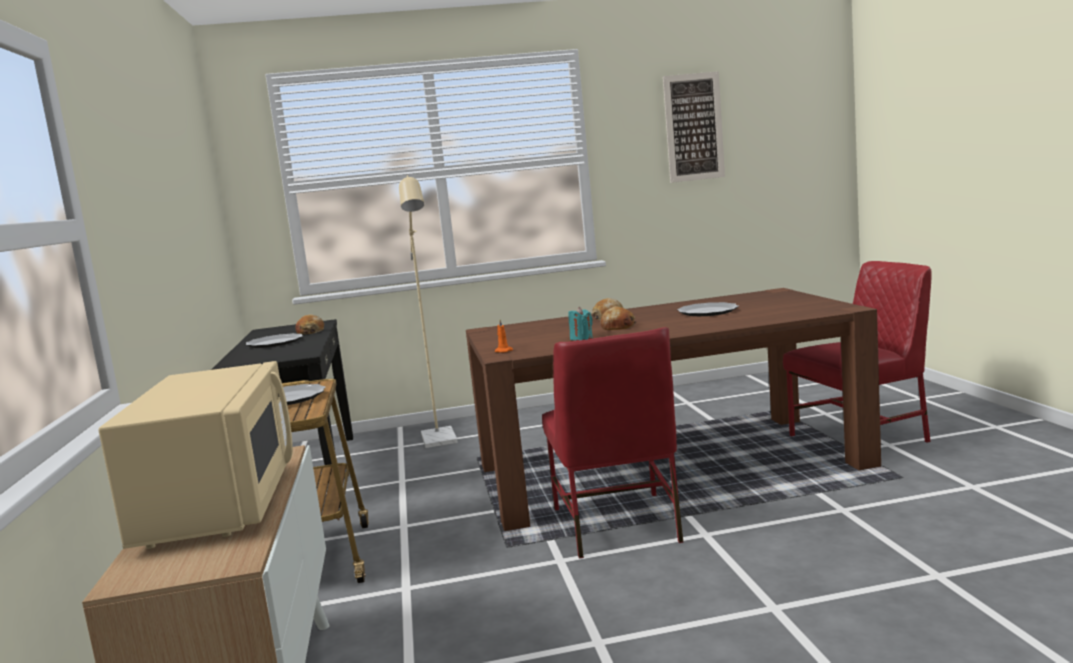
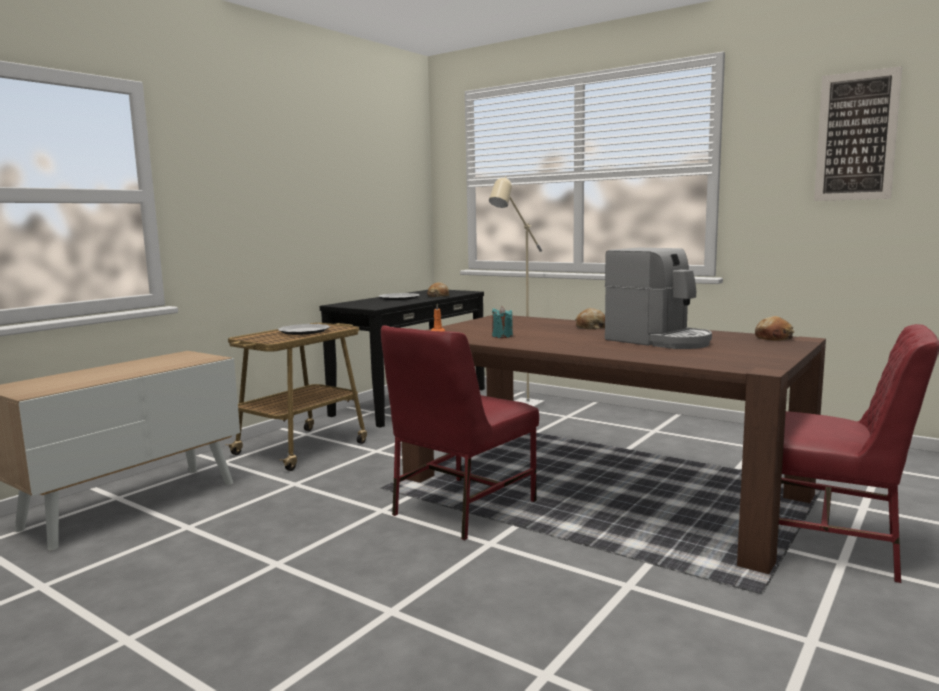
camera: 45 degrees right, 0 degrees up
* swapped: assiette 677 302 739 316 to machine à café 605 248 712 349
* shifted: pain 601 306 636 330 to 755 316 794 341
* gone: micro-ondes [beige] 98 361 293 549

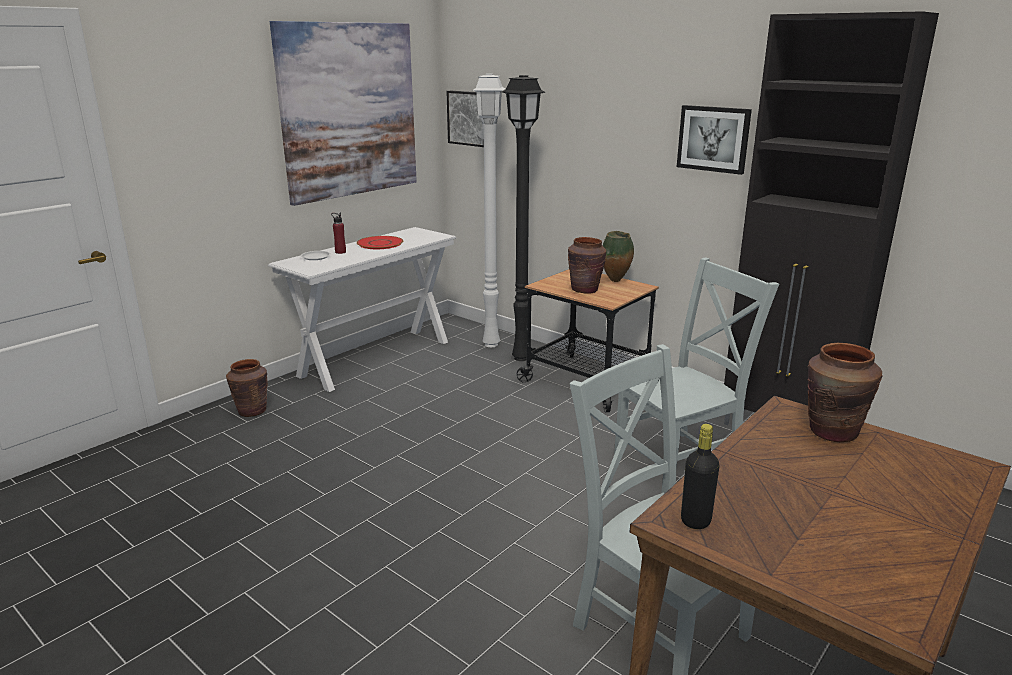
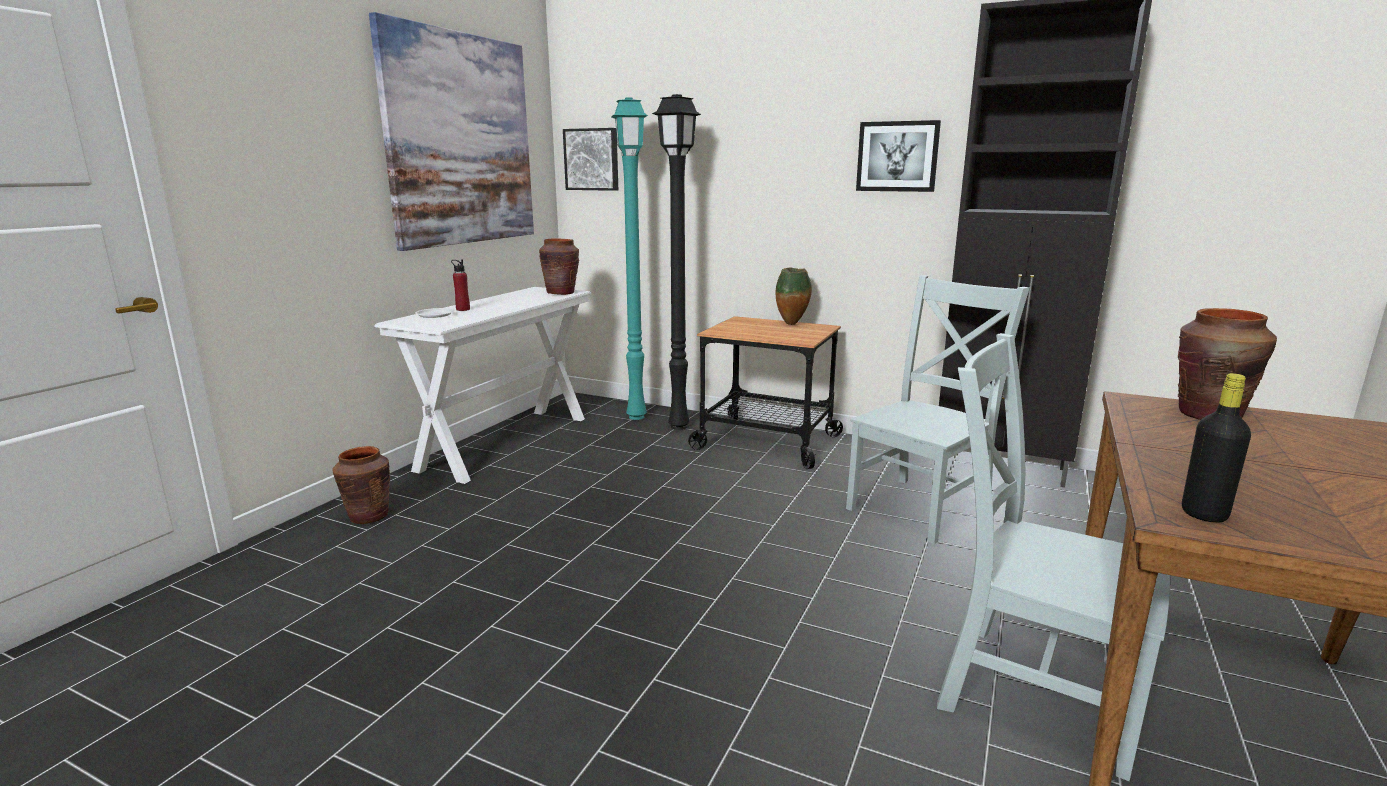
camera: 15 degrees left, 5 degrees down
* shifted: vase [marron] 568 237 606 294 to 539 238 579 295
* repainted: lampadaire [blanc] 473 73 505 347 to lampadaire [turquoise] 612 98 648 420
* gone: assiette [rouge] 357 236 403 249

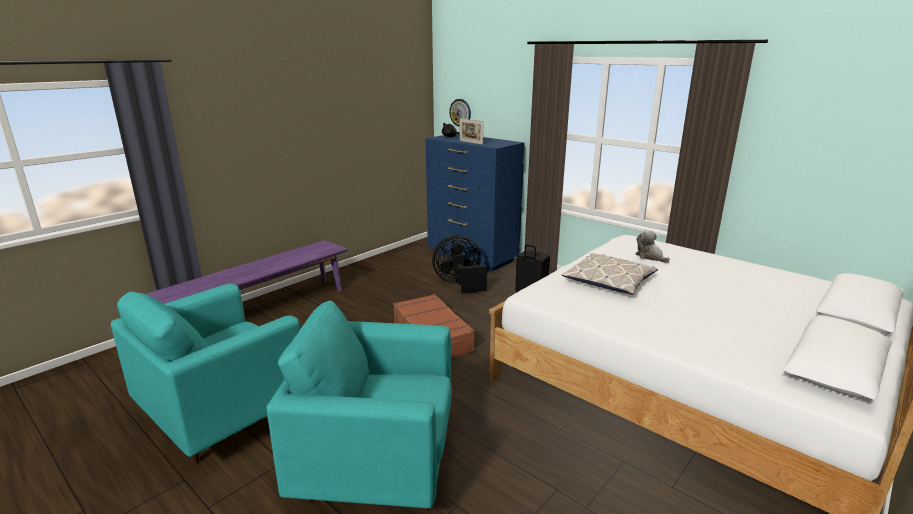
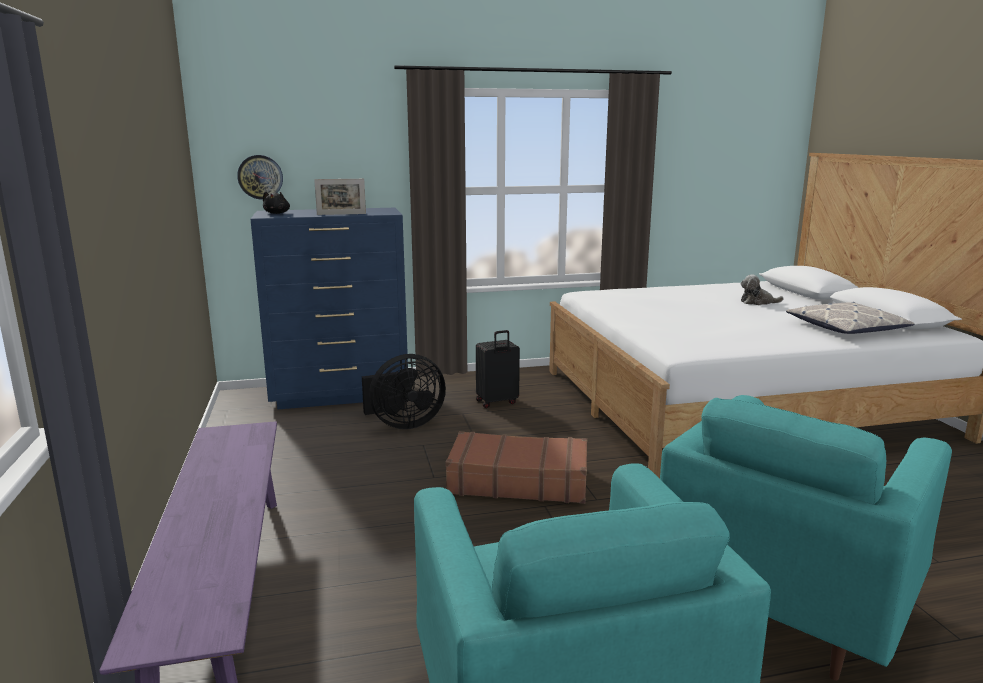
camera: 55 degrees left, 5 degrees down
* rotated: ventilateur [noir] 432 235 487 294 = 362 354 446 429 135 degrees counterclockwise
* shifted: peluche 635 230 670 263 to 741 275 784 305
* shifted: coussin 562 253 658 294 to 786 302 915 334

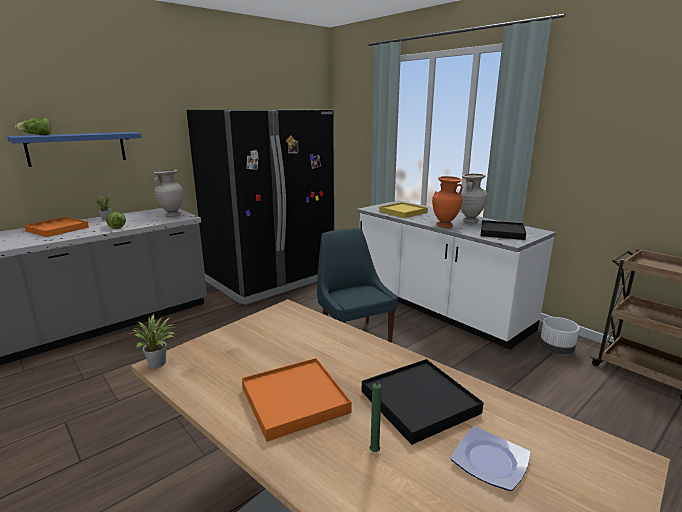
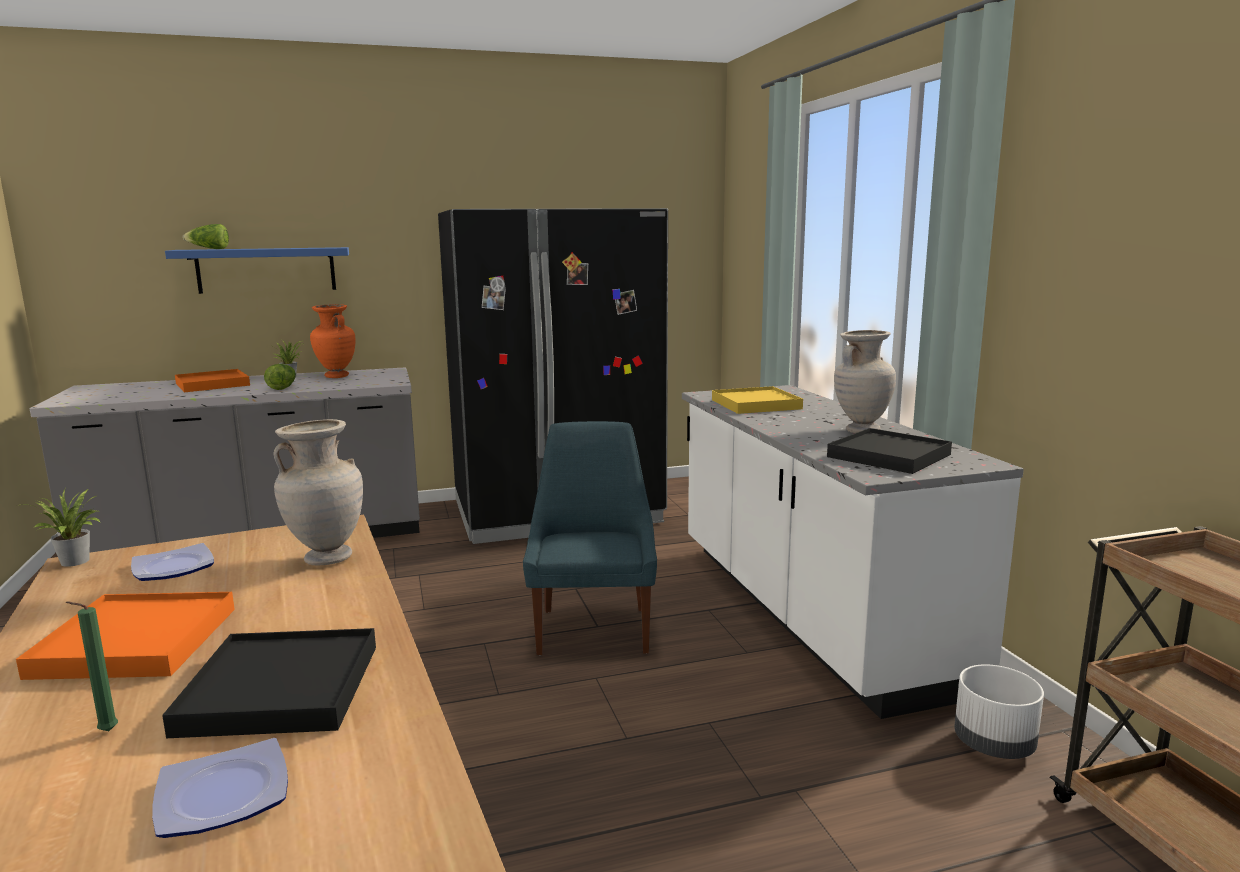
camera: 25 degrees right, 5 degrees down
* new: assiette 131 543 214 581
* shifted: vase [beige] 154 170 184 217 to 273 419 363 566
* shifted: vase [orange] 432 176 463 228 to 310 304 355 378

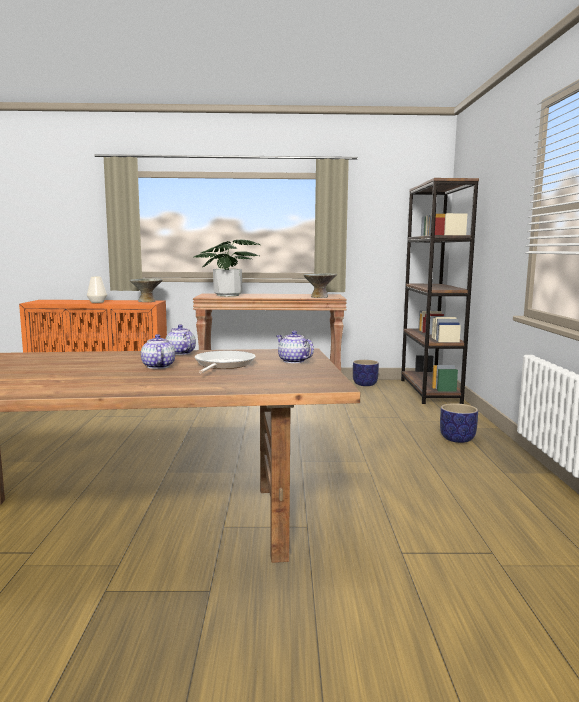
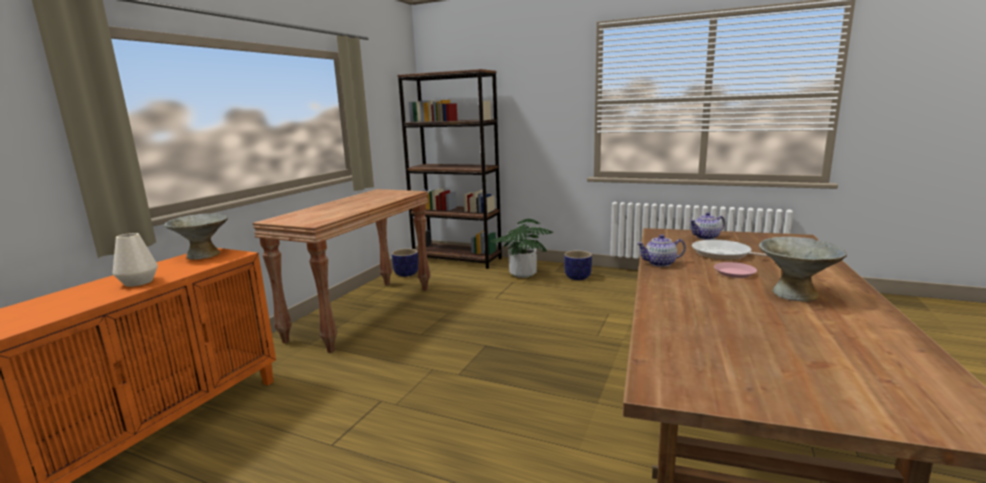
camera: 65 degrees left, 5 degrees up
* shifted: plante en pot 193 240 261 296 to 490 219 554 278
* swapped: théière 141 334 175 369 to assiette [rose] 714 262 757 278
* shifted: bol [gris] 304 274 337 298 to 759 237 847 302

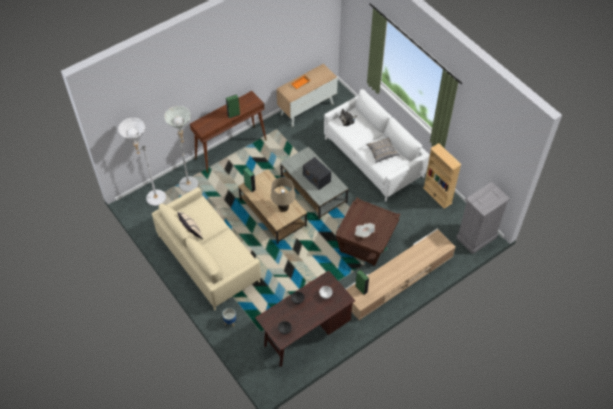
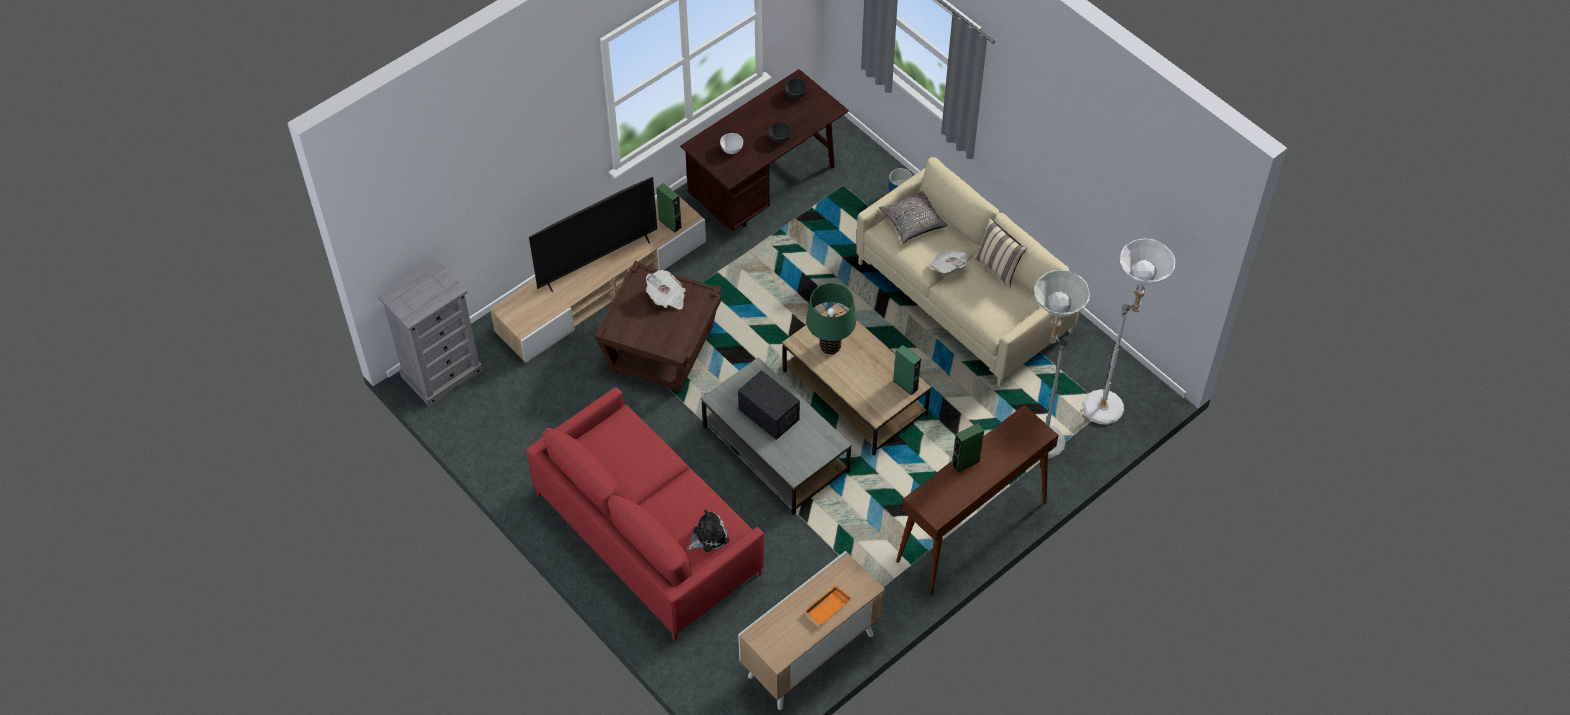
camera: 175 degrees right, 0 degrees up
* repainted: canapé [blanc] 324 89 430 201 to canapé [rouge] 526 387 764 641
* new: téléviseur 529 177 657 292
* repainted: lampe de table [beige] 271 177 295 212 to lampe de table [vert] 806 283 856 355
* shifted: coussin [gris] 366 138 399 163 to 879 191 948 243
* new: journal 929 251 970 273
* gone: bibliothèque [beige] 423 143 462 209

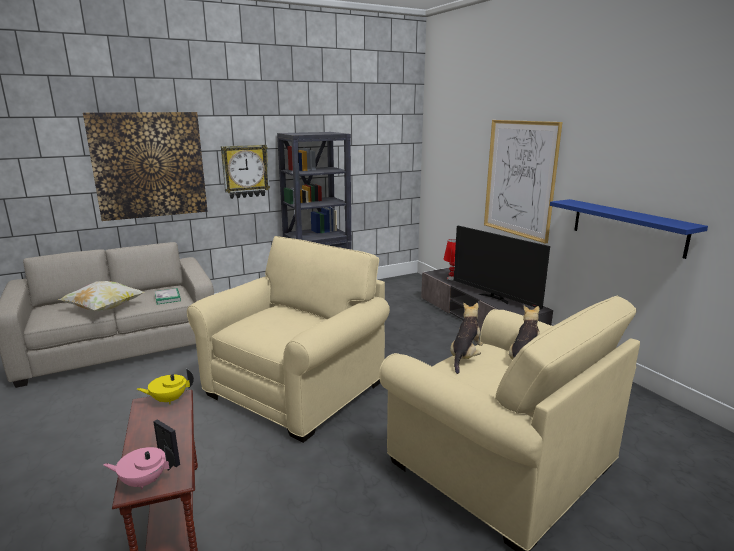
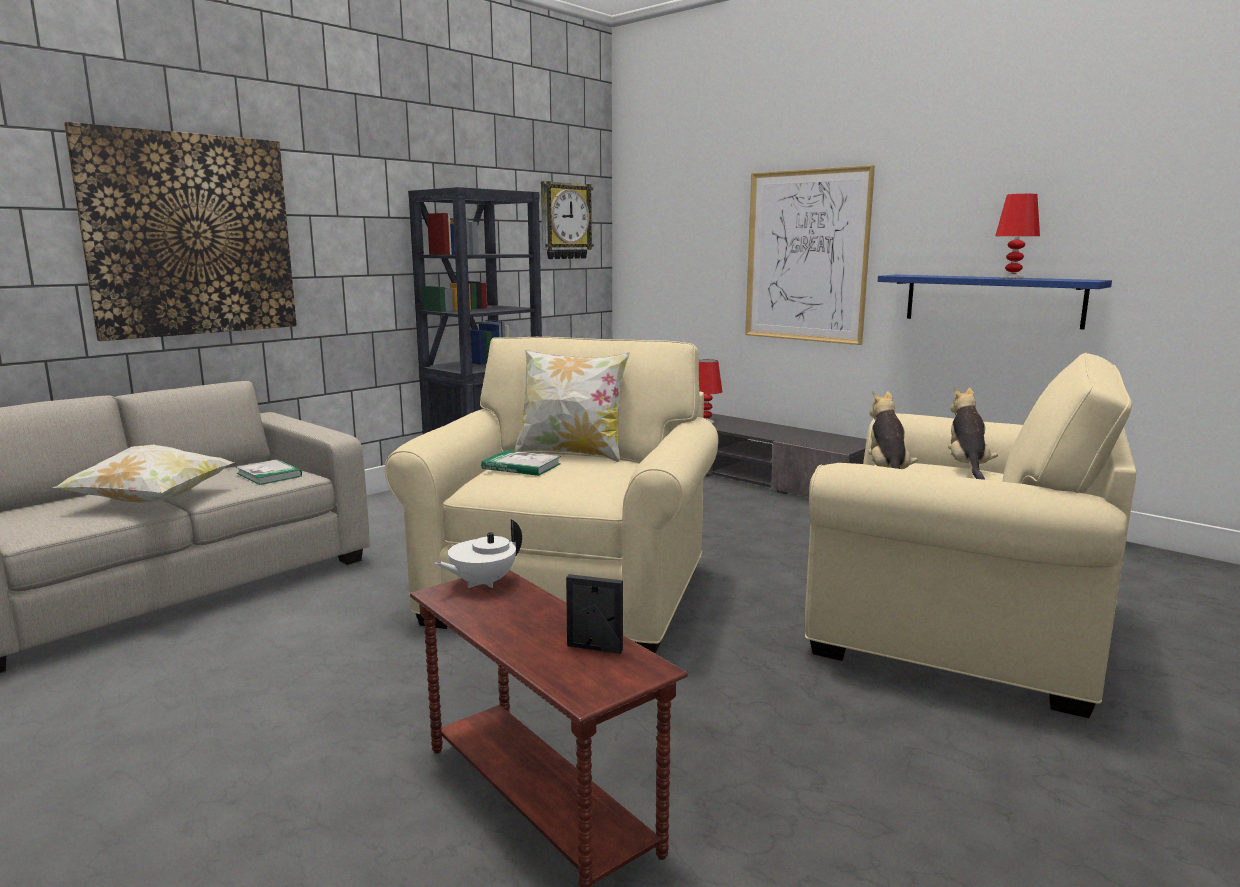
camera: 20 degrees left, 5 degrees down
* repainted: théière [jaune] 137 369 194 404 to théière [blanc] 435 520 522 588
* new: livre 481 450 561 476
* new: coussin 515 350 630 462
* shifted: horloge murale 221 145 270 199 to 541 181 594 259
* new: lampe de table [rouge] 995 194 1040 279
* gone: théière [rose] 103 446 175 489
* gone: téléviseur 454 225 550 309

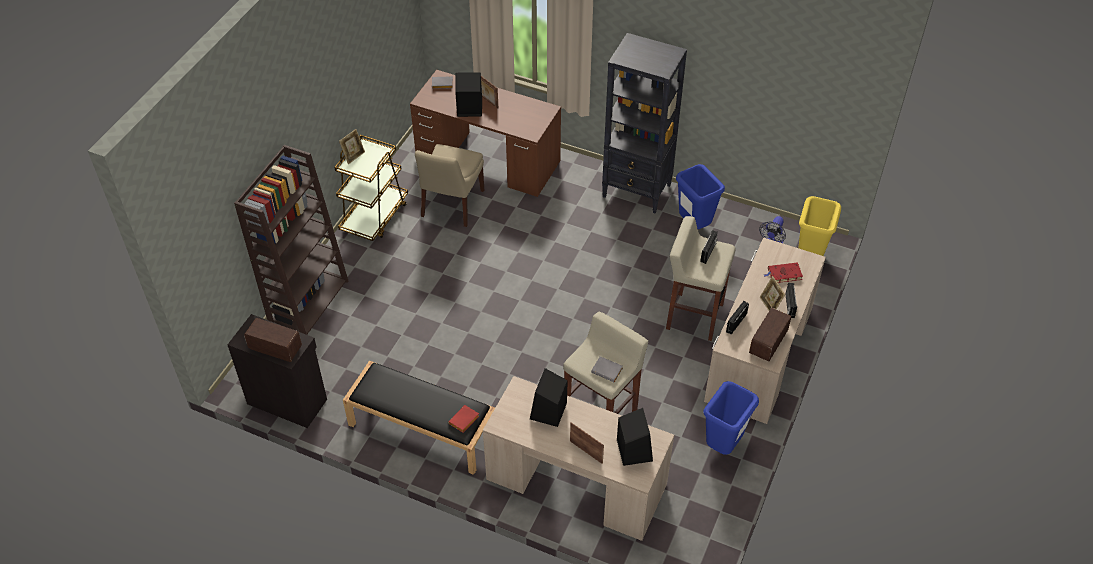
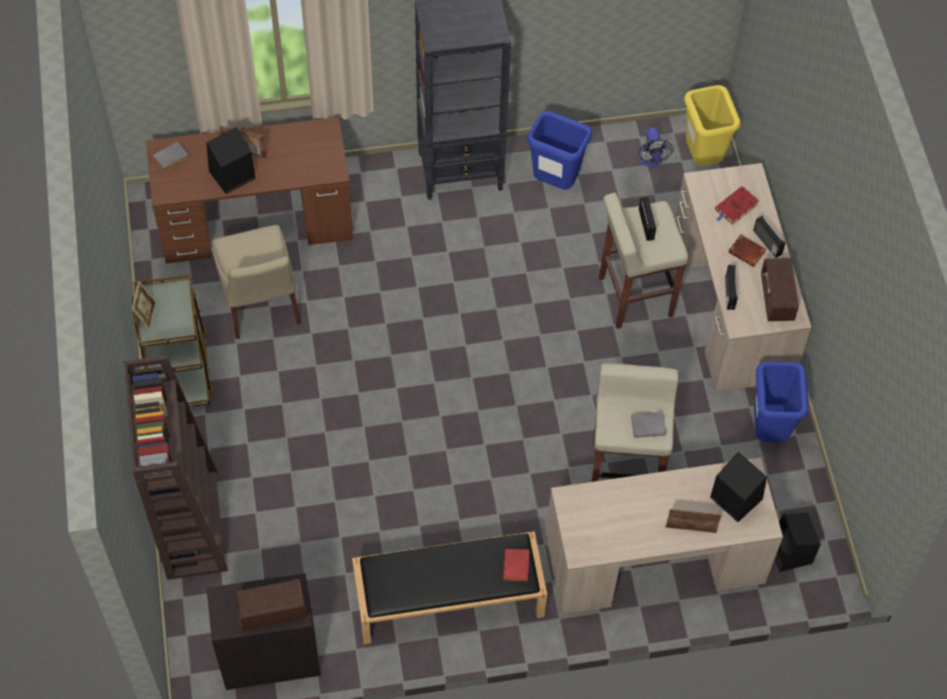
camera: 35 degrees left, 10 degrees up
* swapped: cadre photo 760 276 785 311 to livre [marron] 728 234 766 267
* shifted: enceinte [noir] 530 368 568 427 to 775 513 821 572

